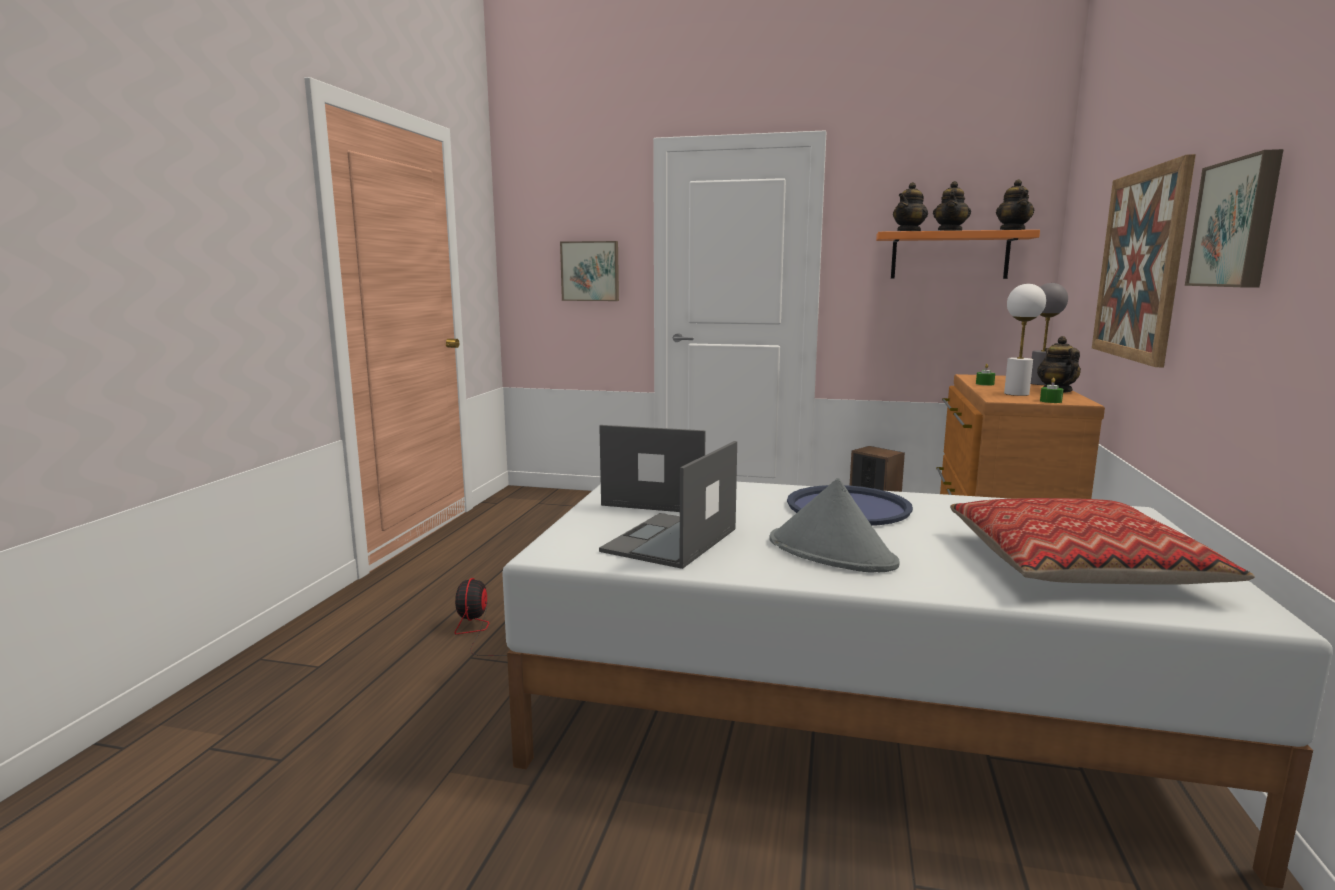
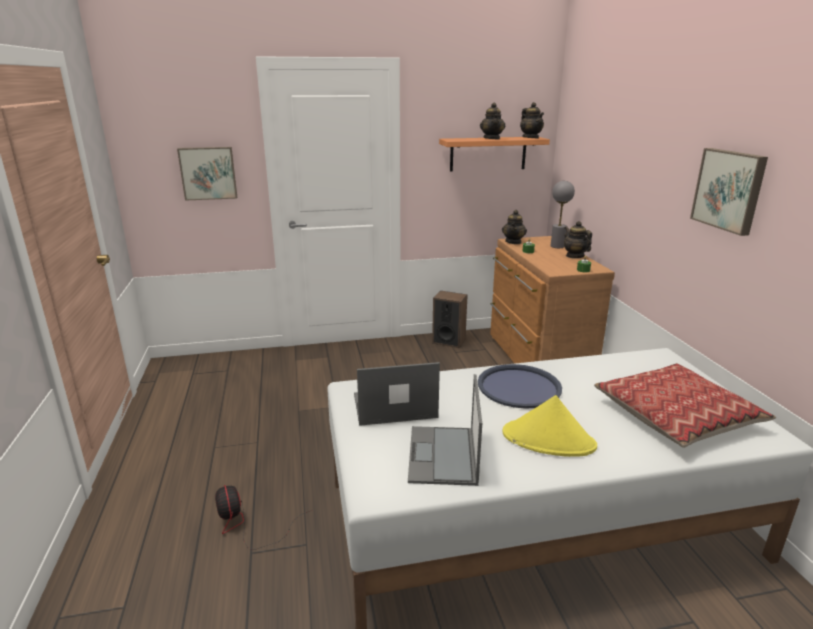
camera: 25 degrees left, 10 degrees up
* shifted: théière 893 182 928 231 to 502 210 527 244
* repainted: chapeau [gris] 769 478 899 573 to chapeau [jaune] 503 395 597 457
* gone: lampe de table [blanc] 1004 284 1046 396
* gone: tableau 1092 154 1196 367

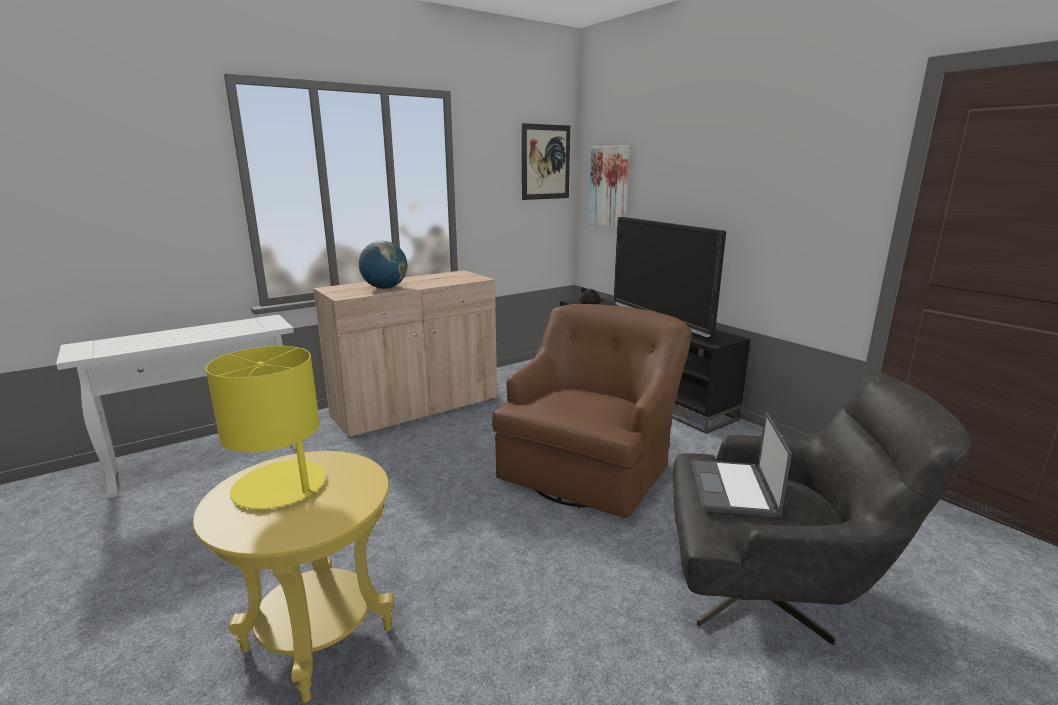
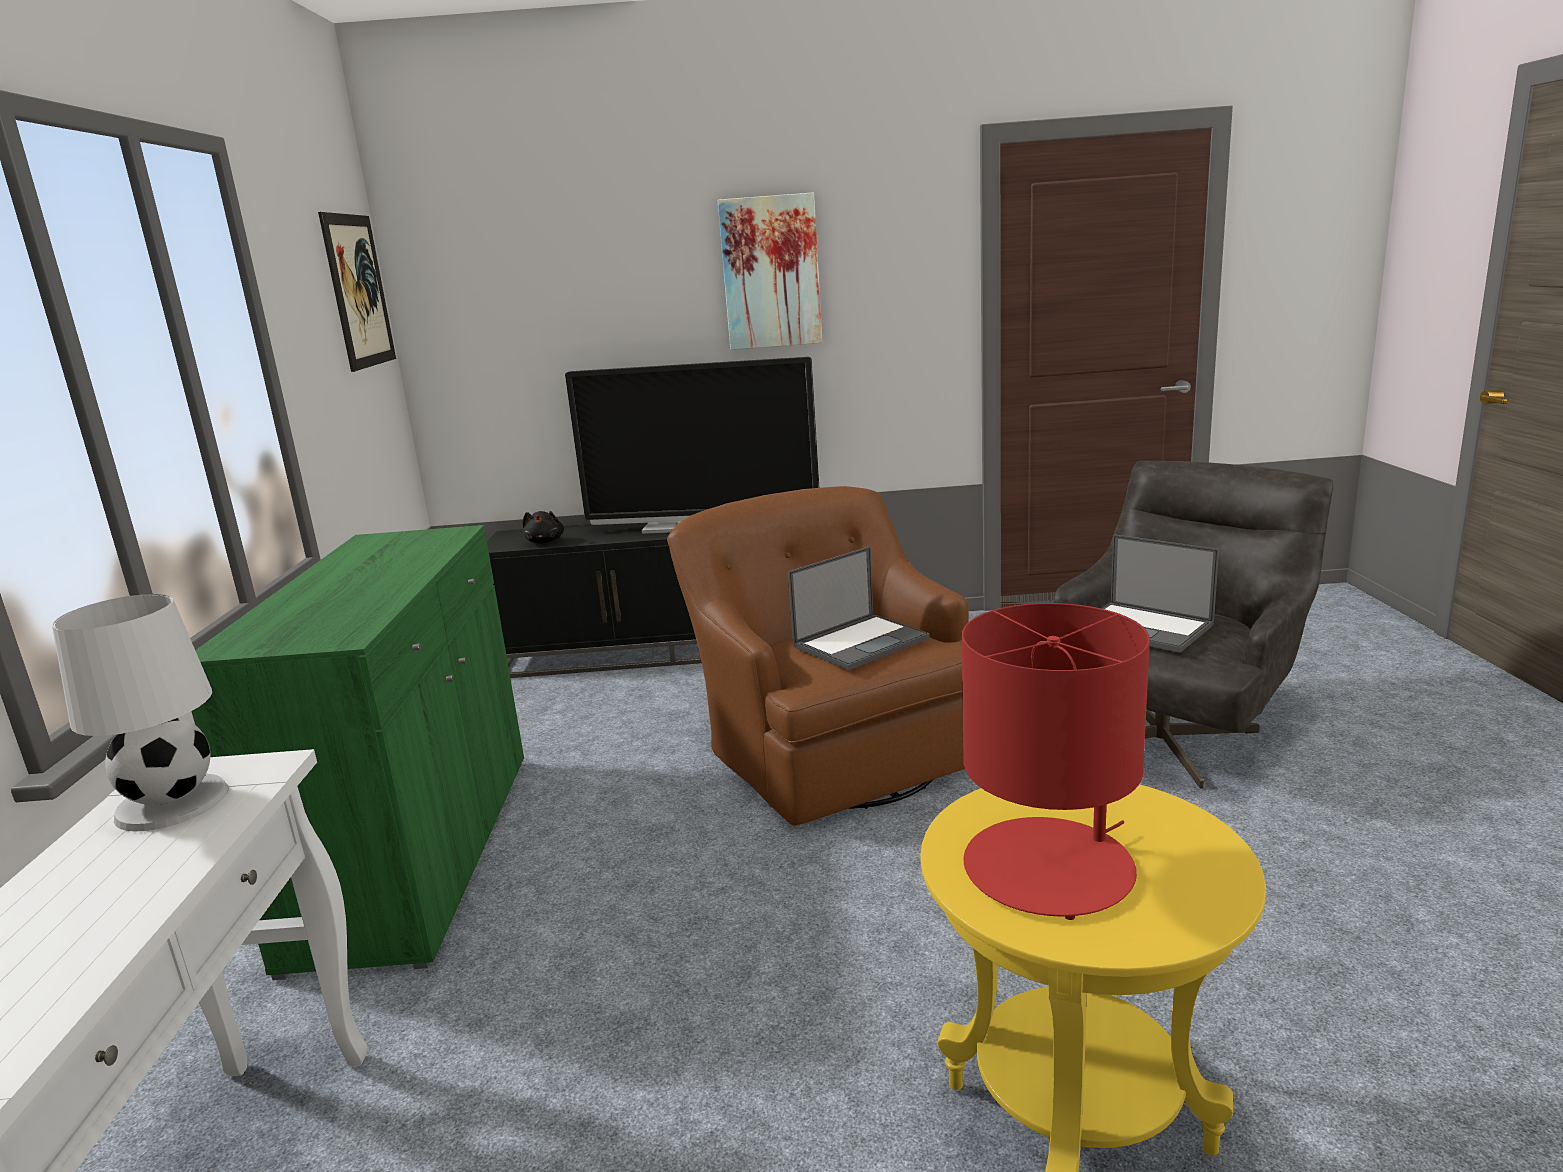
camera: 55 degrees left, 0 degrees up
* new: lampe de table [blanc] 52 594 229 831
* repainted: meuble de rangement [beige] 313 270 497 438 to meuble de rangement [vert] 191 525 524 980
* shifted: tableau 588 145 630 228 to 718 192 823 350
* new: ordinateur portable 788 546 930 670
* repainted: lampe de table [jaune] 206 346 326 509 to lampe de table [rouge] 962 603 1150 920
* gone: globe 359 241 407 289

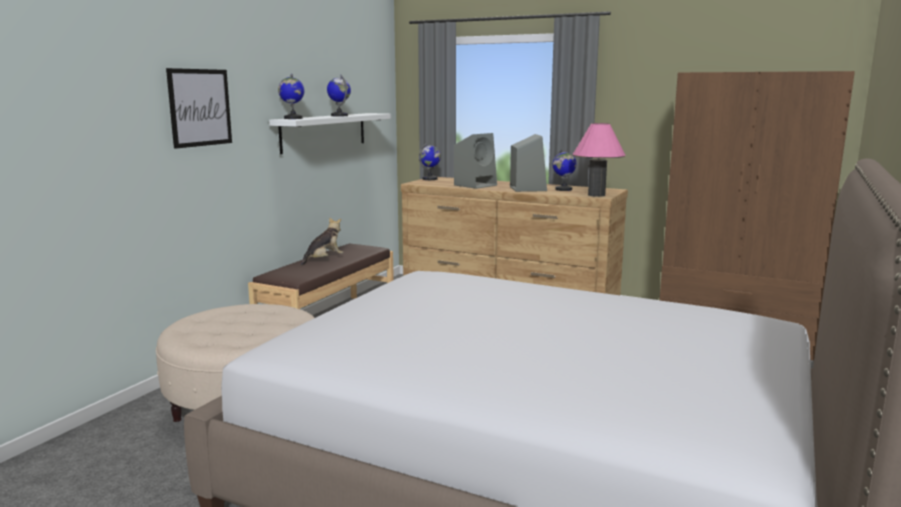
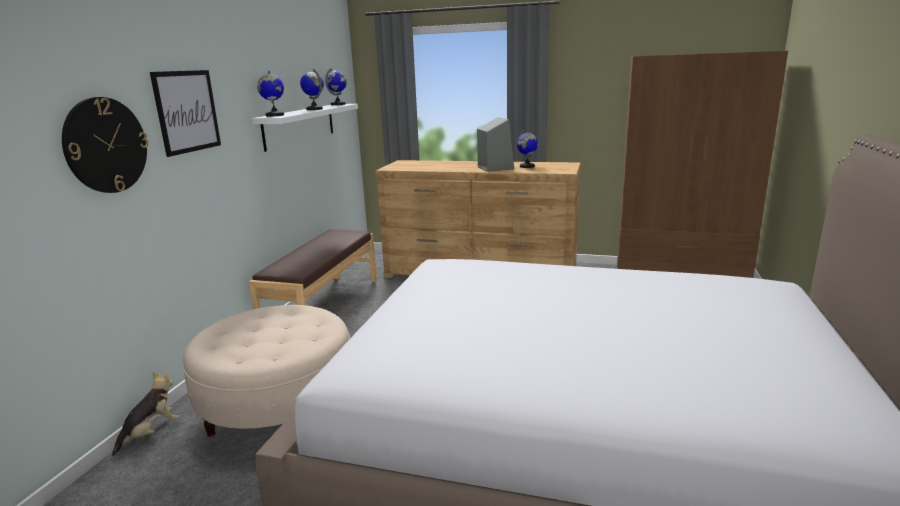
camera: 10 degrees left, 5 degrees up
* new: horloge murale 62 97 148 193
* shifted: peluche 301 217 344 266 to 112 372 179 456
* shifted: globe 419 143 441 180 to 325 68 347 105
* gone: enceinte [gris] 454 133 497 189
* gone: lampe de table [rose] 572 123 625 197

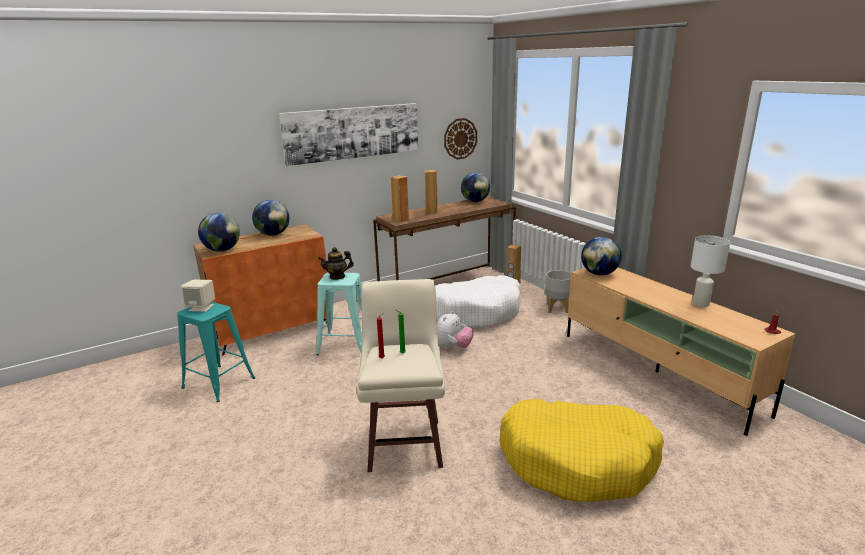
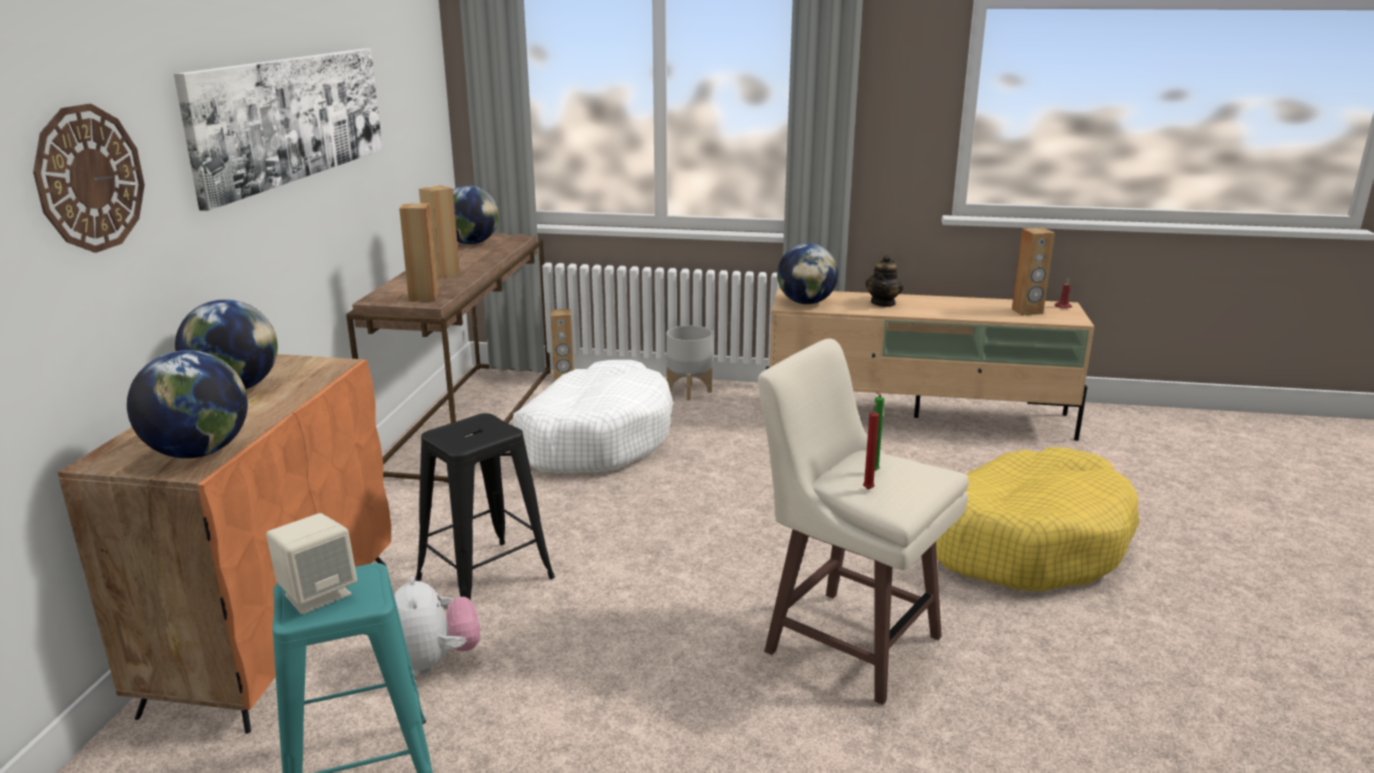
camera: 50 degrees left, 0 degrees up
* shifted: horloge murale 444 118 477 159 to 33 104 145 253
* shifted: peluche 437 311 474 350 to 394 576 480 675
* repainted: tabouret [turquoise] 316 273 362 355 to tabouret [noir] 415 413 555 600
* shifted: théière 318 247 354 280 to 866 255 903 307
* new: enceinte [marron] 1012 228 1055 316
* gone: lampe de table [blanc] 691 235 730 307

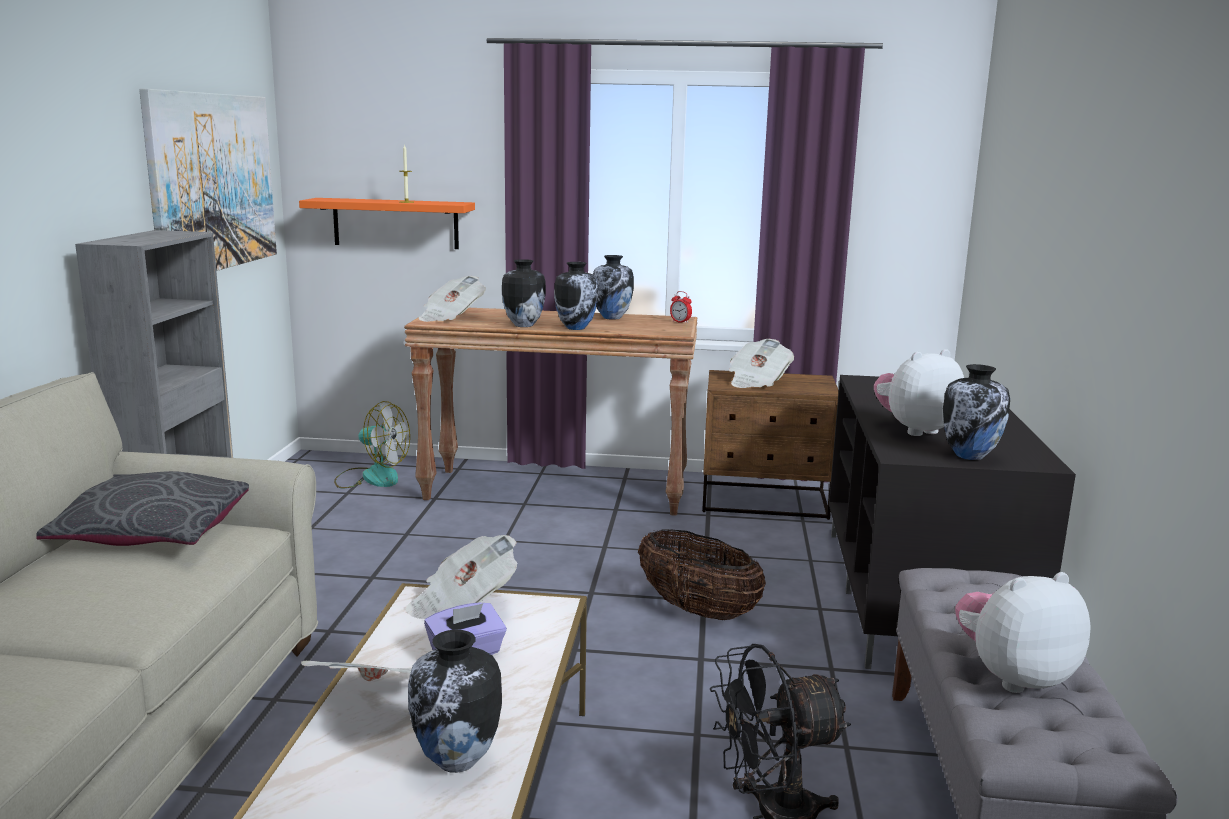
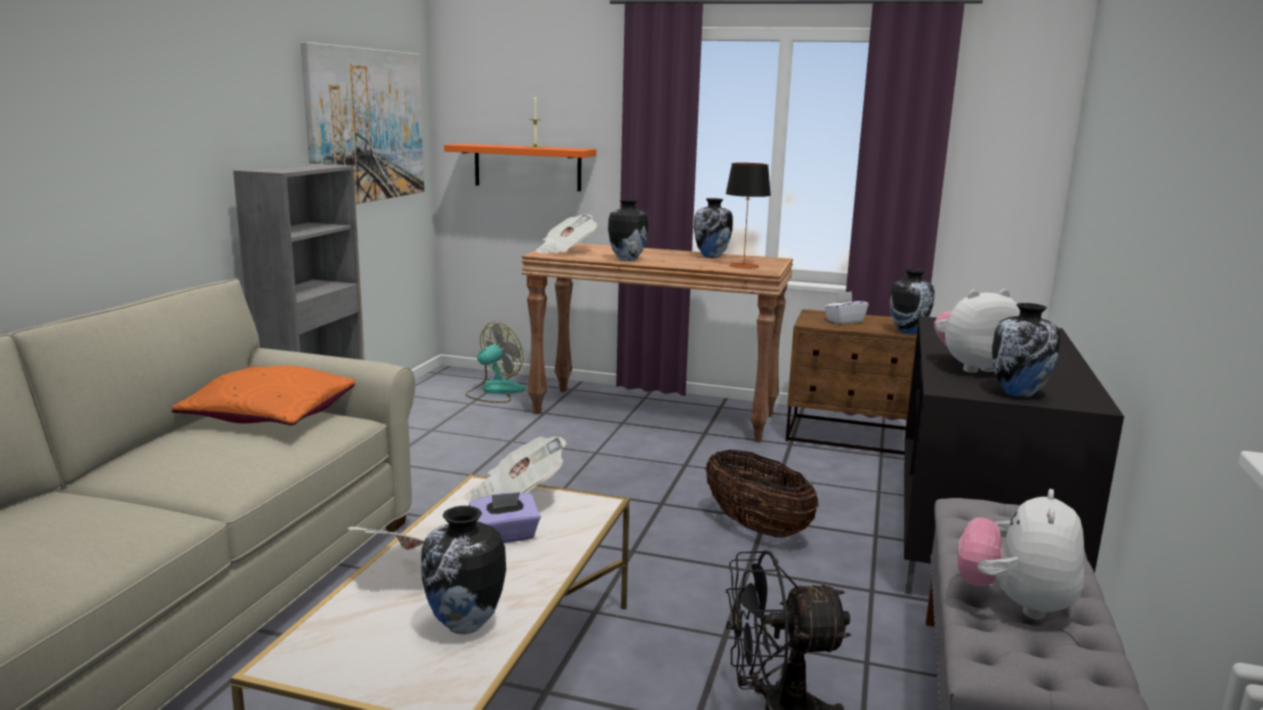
camera: 10 degrees right, 0 degrees up
* repainted: coussin [gris] 36 471 249 546 to coussin [orange] 172 366 355 425
* rotated: ventilateur 334 401 410 488 = 465 322 525 403 75 degrees counterclockwise
* new: lampe de table 726 163 771 269
* swapped: journal 729 339 794 388 to boîte à mouchoirs [blanc] 824 291 869 324
* shifted: vase 554 262 598 330 to 890 269 935 334
* rotated: peluche 955 572 1091 693 = 957 489 1084 620 60 degrees counterclockwise
* gone: réveil 670 291 692 324

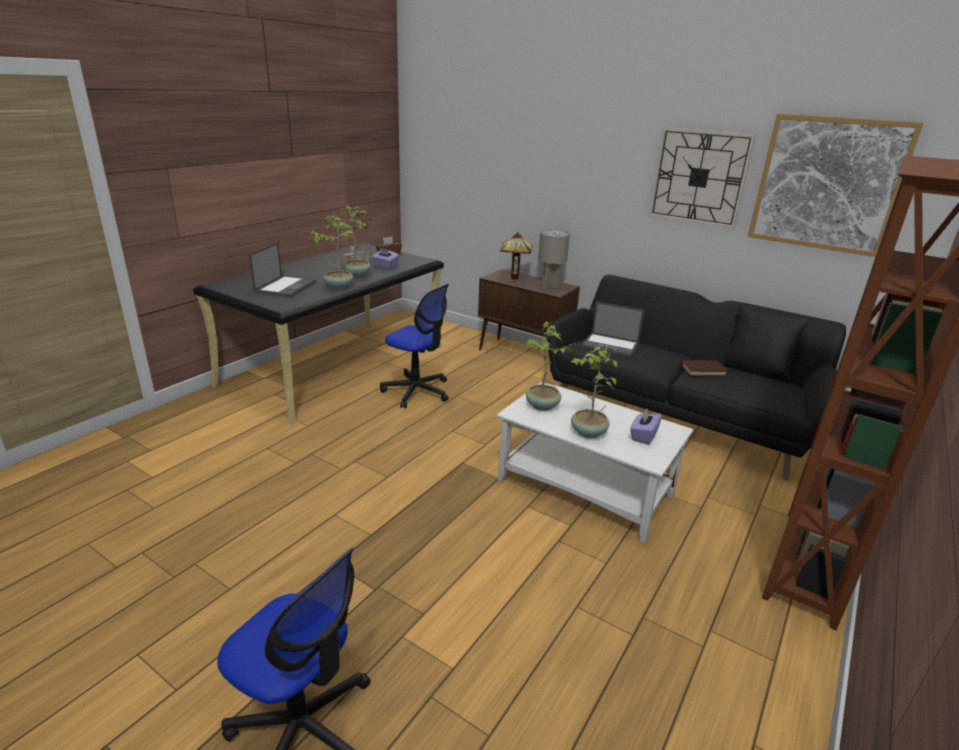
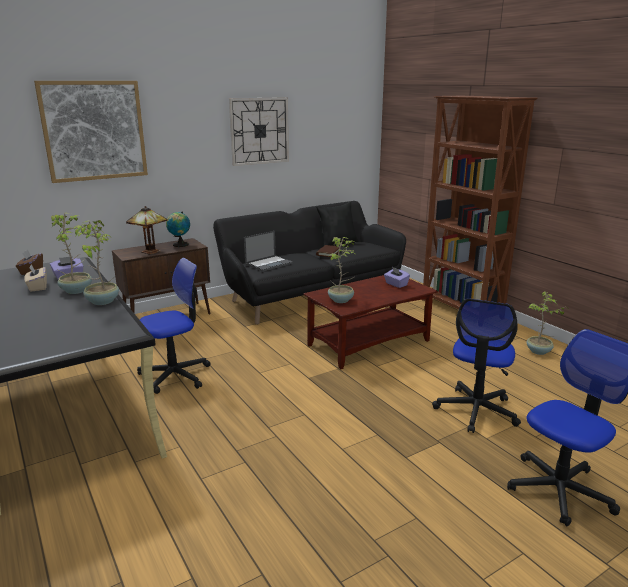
camera: 65 degrees left, 5 degrees down
* shifted: tableau 748 114 924 257 to 34 81 148 183
* swapped: lampe de table [gris] 538 230 570 289 to globe 166 212 190 247
* repainted: table basse [blanc] 497 381 693 543 to table basse [marron] 303 275 438 369
* new: chaise de bureau 432 298 521 433
* shifted: plante en pot 571 345 617 438 to 527 291 564 355
* gone: ordinateur portable 249 242 316 297

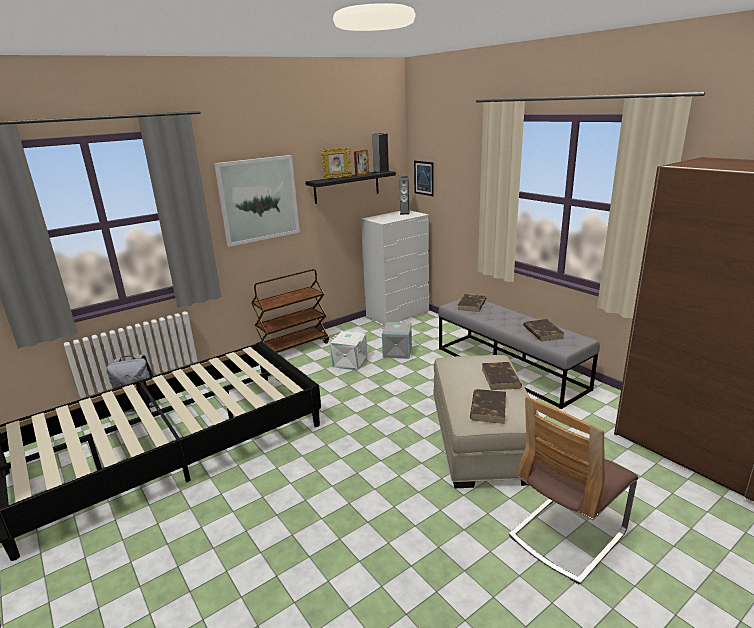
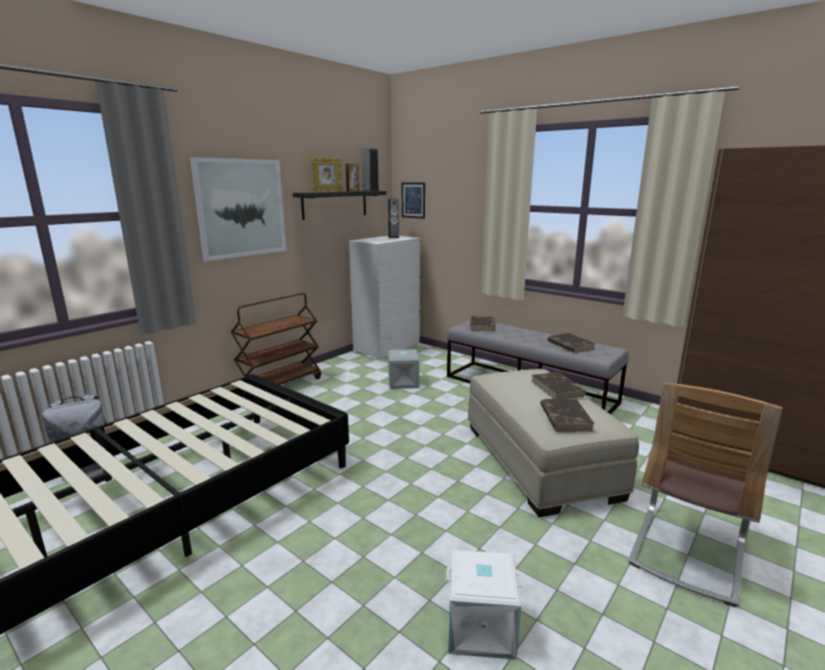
camera: 15 degrees left, 5 degrees down
* shifted: boîte de rangement [blanc] 330 331 367 371 to 446 550 523 660

